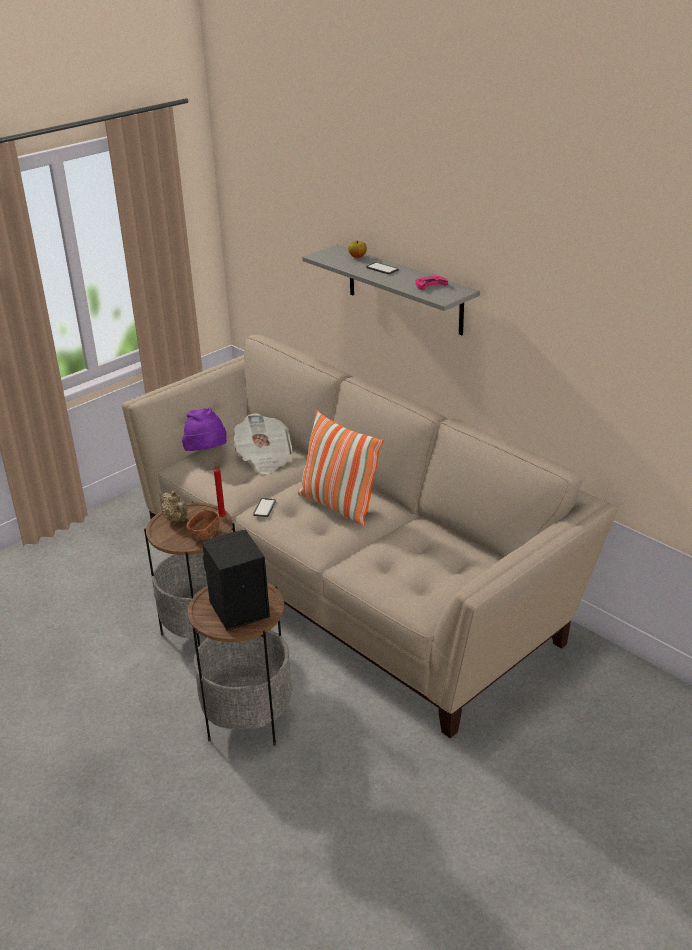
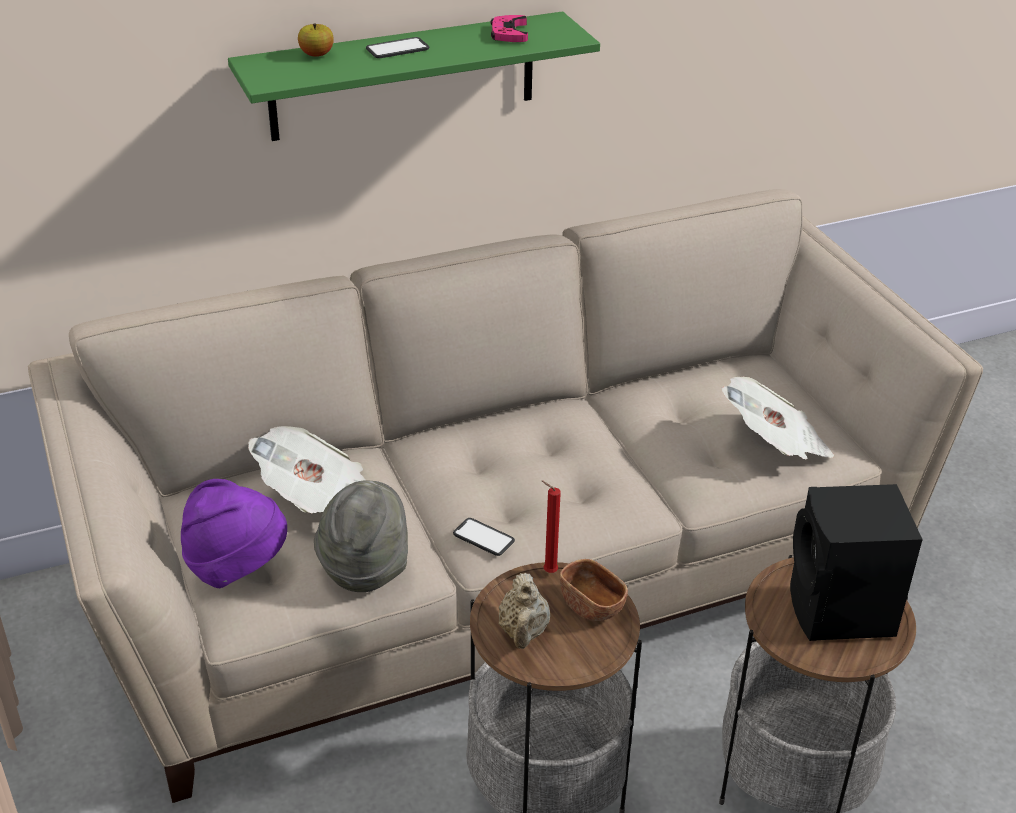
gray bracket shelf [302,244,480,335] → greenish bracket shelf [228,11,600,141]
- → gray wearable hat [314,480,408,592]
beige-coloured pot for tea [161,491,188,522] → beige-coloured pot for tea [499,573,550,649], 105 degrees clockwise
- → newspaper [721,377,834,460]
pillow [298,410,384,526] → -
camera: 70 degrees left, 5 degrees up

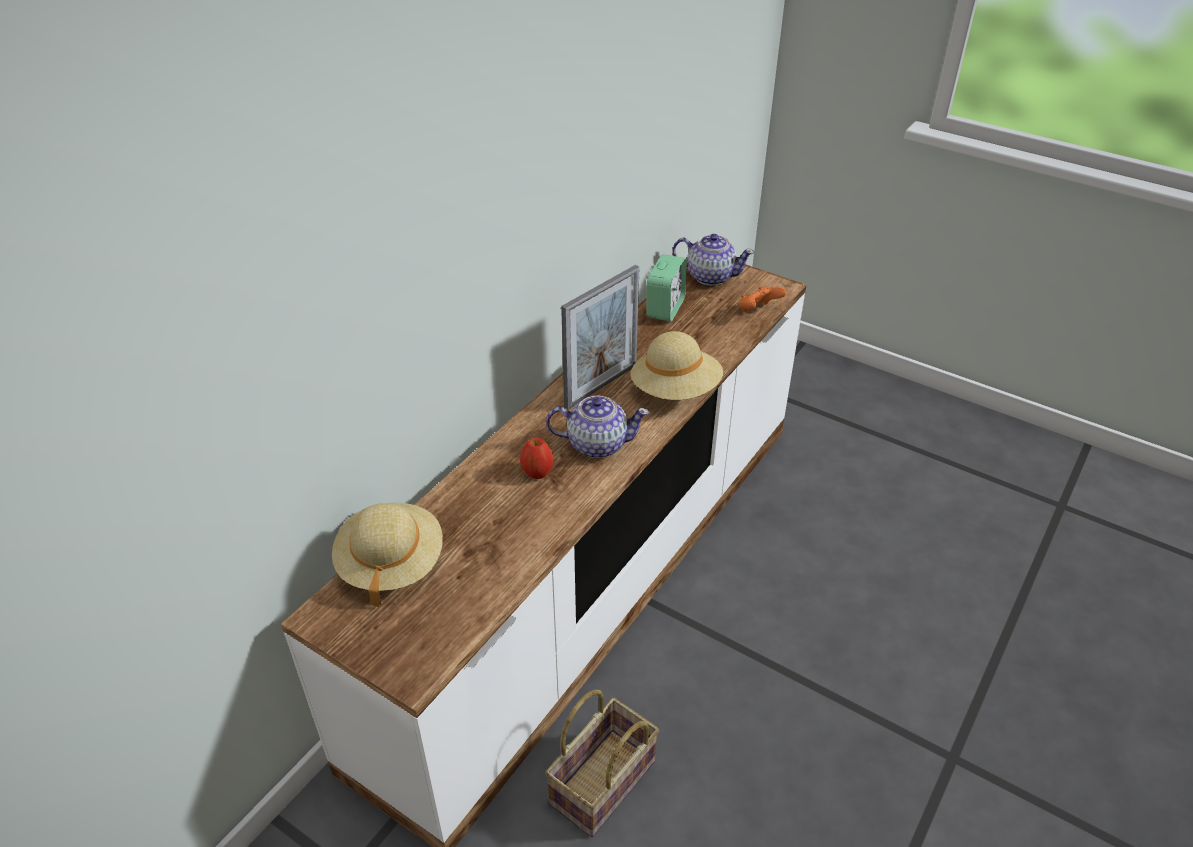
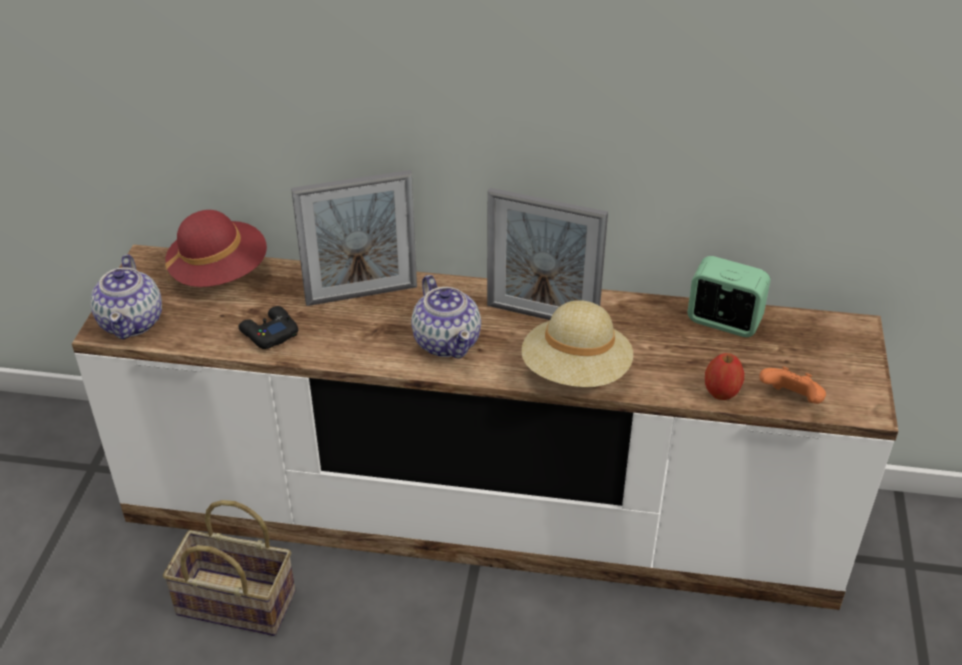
pot for tea [672,234,755,286] → pot for tea [91,254,162,339], relocated
beige-coloured wearable hat [332,503,443,607] → red wearable hat [165,210,267,287]
- → black-coloured gamepad [239,306,298,349]
- → photo frame [291,170,417,306]
alarm clock [646,255,687,321] → alarm clock [687,256,771,337], 150 degrees counterclockwise
whole apple [520,438,554,479] → whole apple [705,353,744,400], relocated
camera: 65 degrees right, 0 degrees up

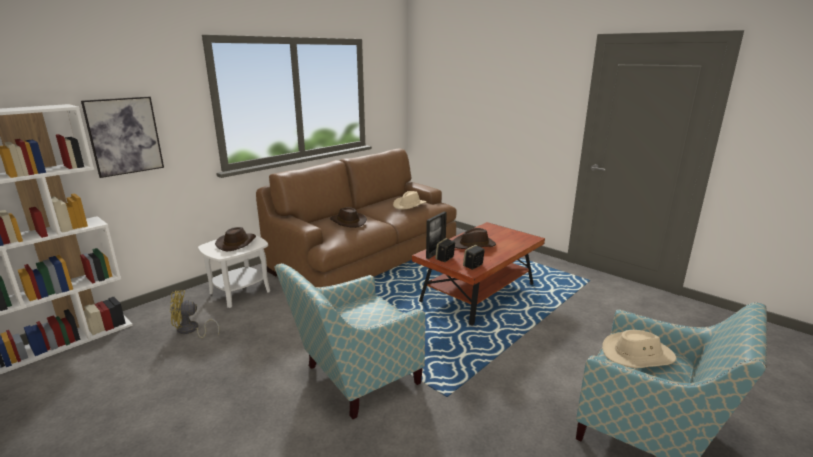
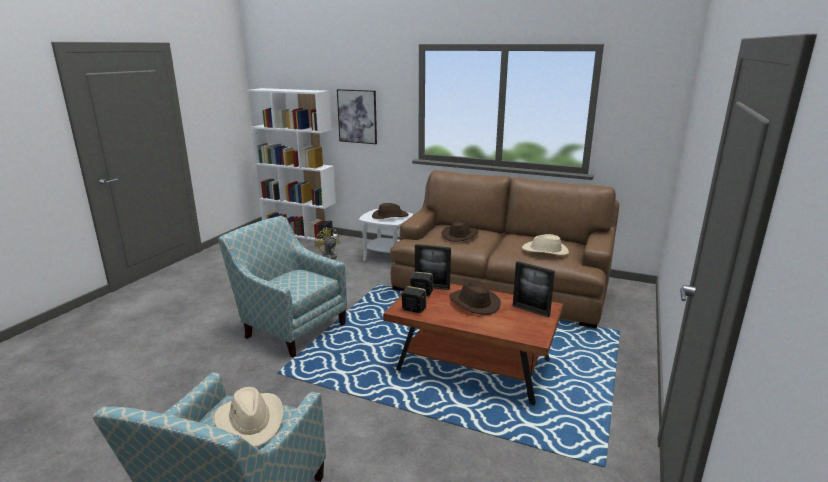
- → photo frame [513,261,555,317]
camera: 70 degrees right, 0 degrees up

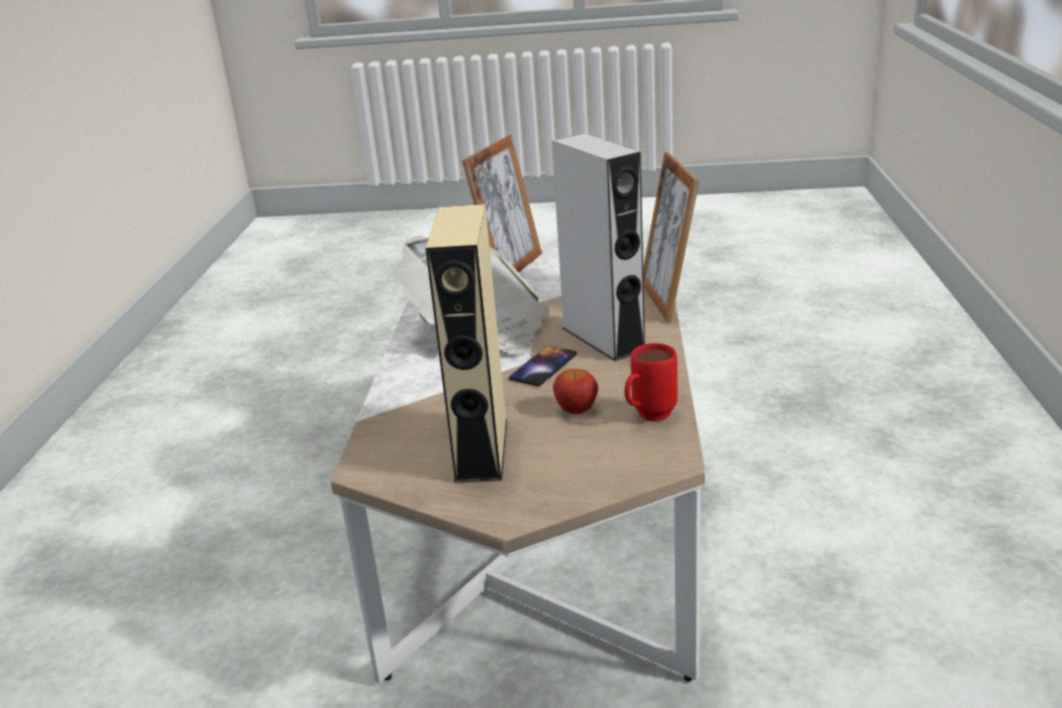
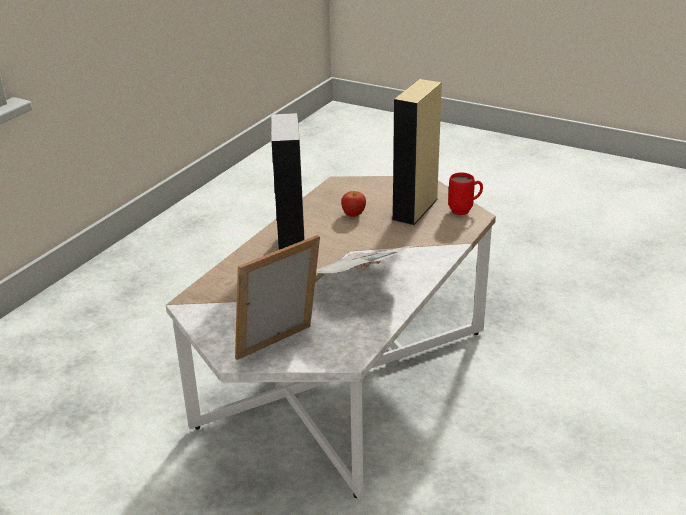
red mug [624,343,678,421] → red mug [448,173,483,215], relocated
telephone [509,346,577,386] → -
photo frame [643,152,699,322] → -
camera: 155 degrees left, 5 degrees up

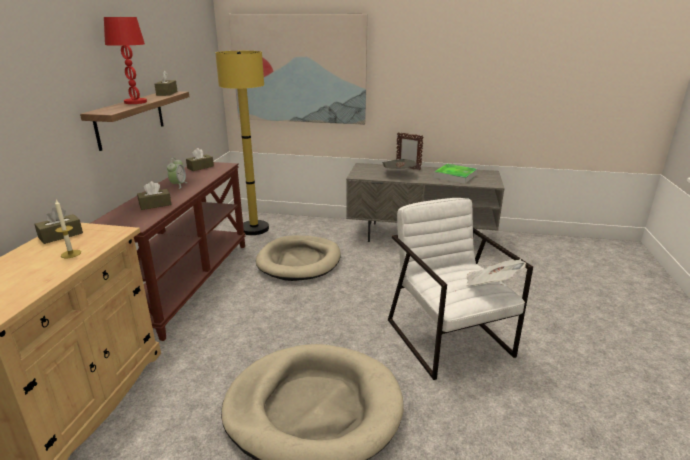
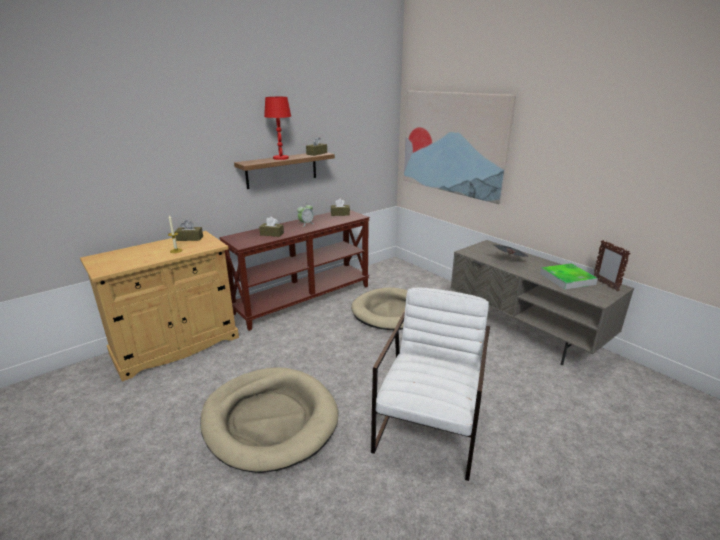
photo frame [396,132,423,171] → photo frame [593,240,630,291], relocated
yellow standard lamp [215,51,269,235] → -
newspaper [467,259,526,286] → -
camera: 40 degrees right, 0 degrees up

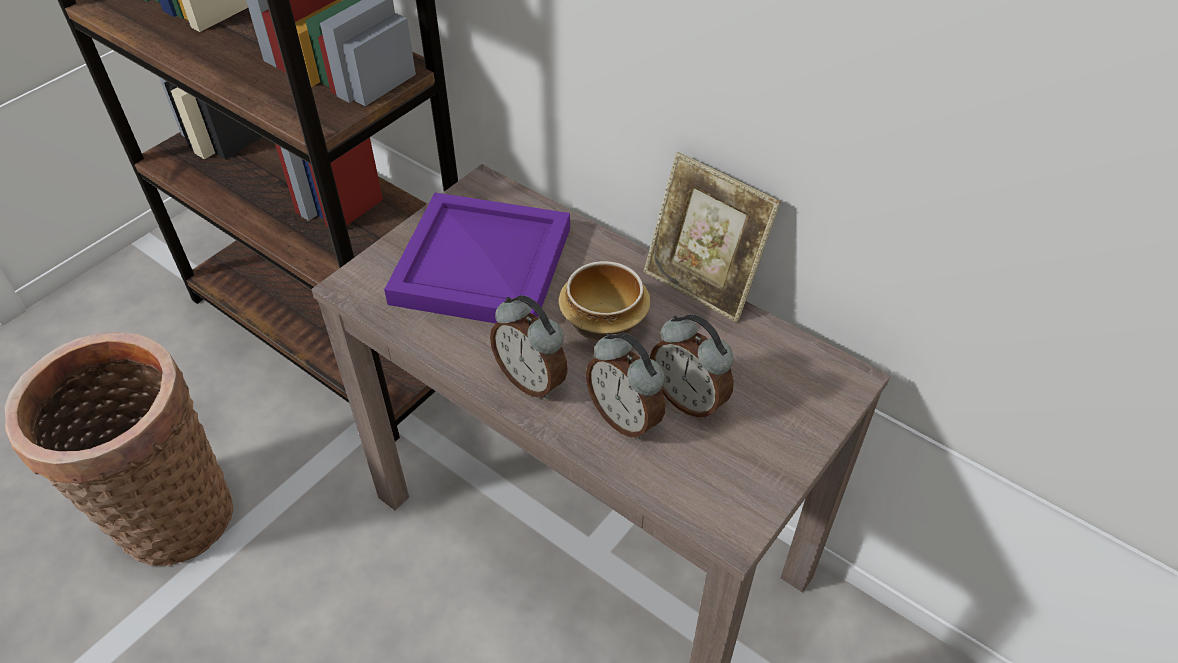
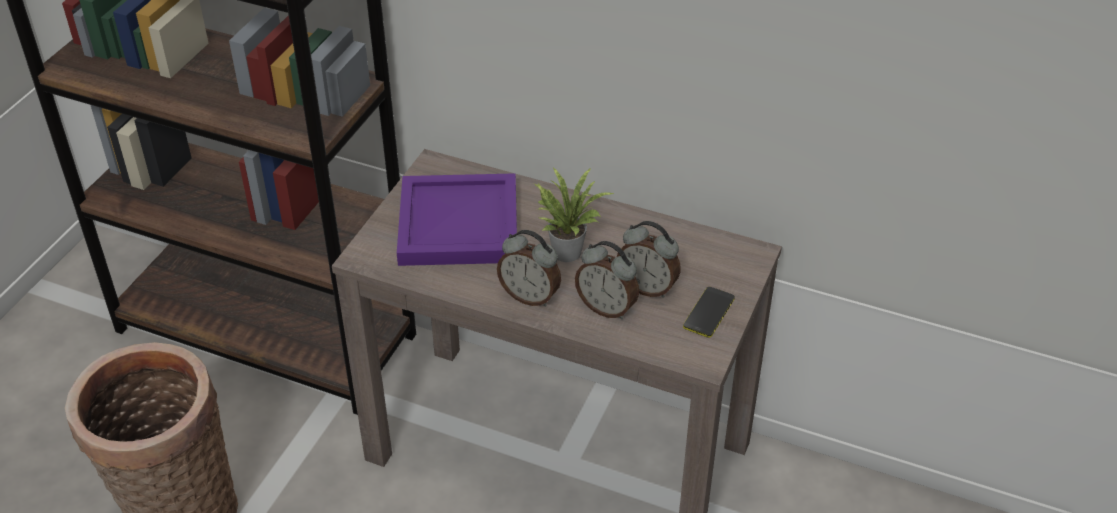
serving bowl [559,261,651,342] → houseplant [535,167,615,262]
- → telephone [683,287,735,338]
photo frame [644,152,781,322] → -
camera: 15 degrees left, 5 degrees down

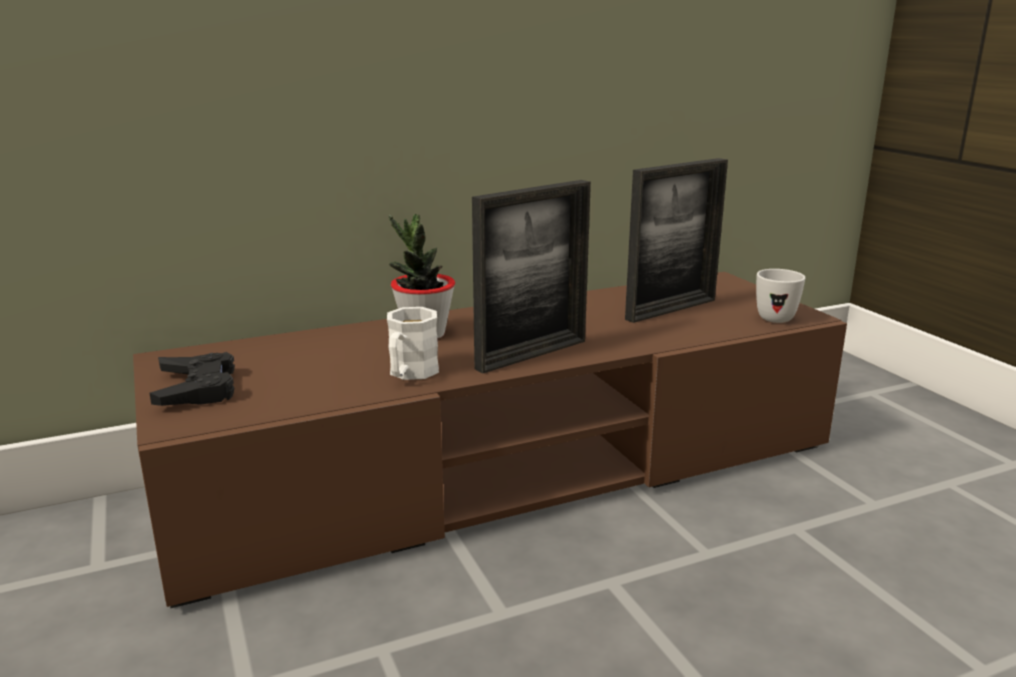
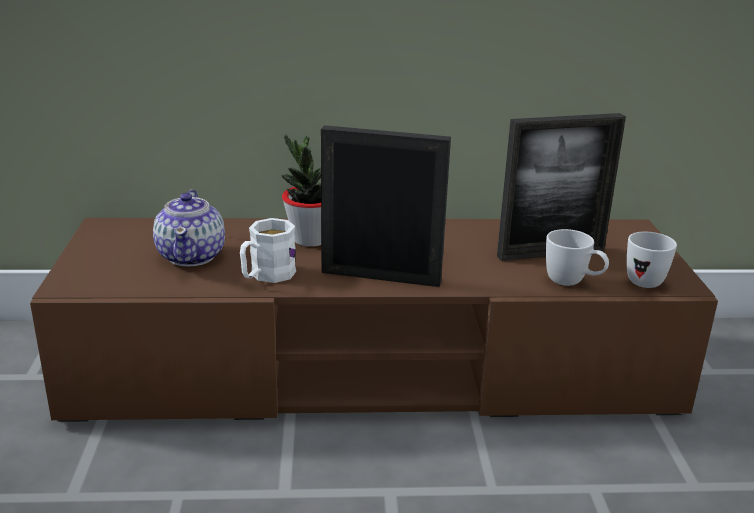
- → pot for tea [153,190,225,267]
photo frame [472,180,591,373] → photo frame [321,125,451,287], 150 degrees counterclockwise
- → white mug [546,229,609,286]
black-coloured gamepad [149,352,235,406] → -
camera: 20 degrees right, 5 degrees up

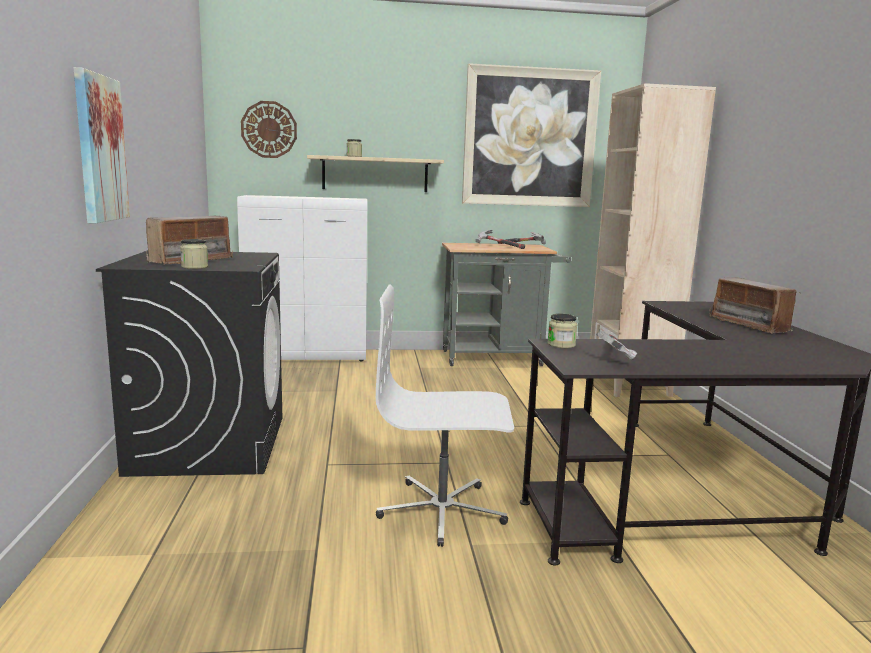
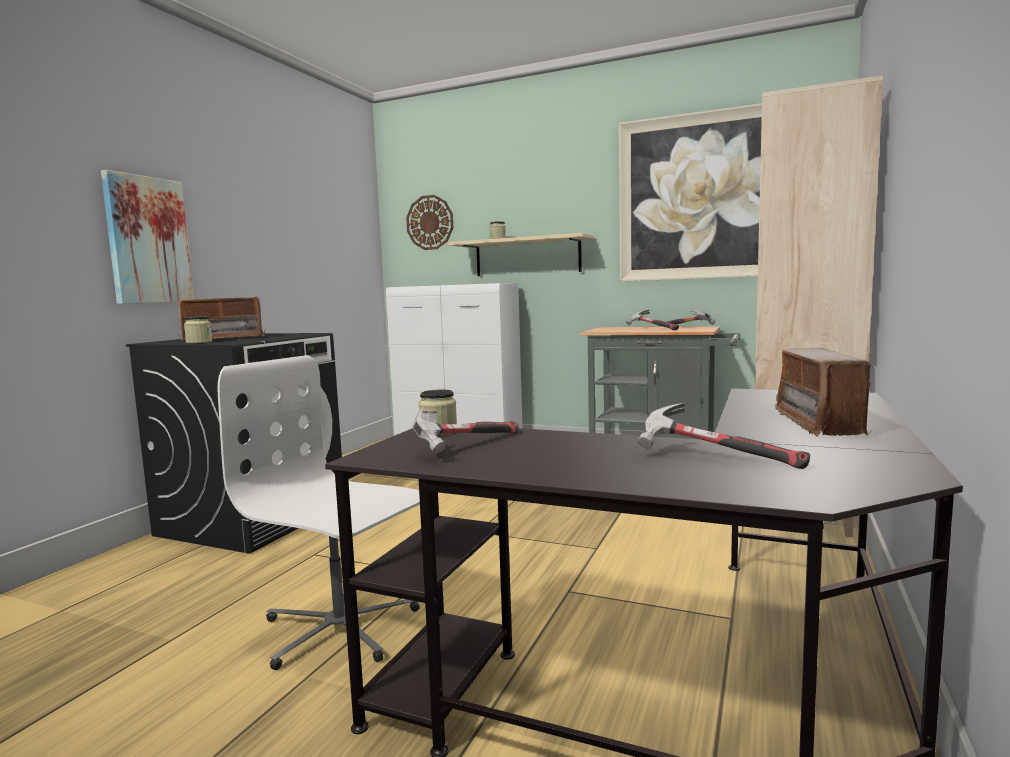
- → tool hammer [638,403,810,469]
camera: 30 degrees right, 5 degrees down

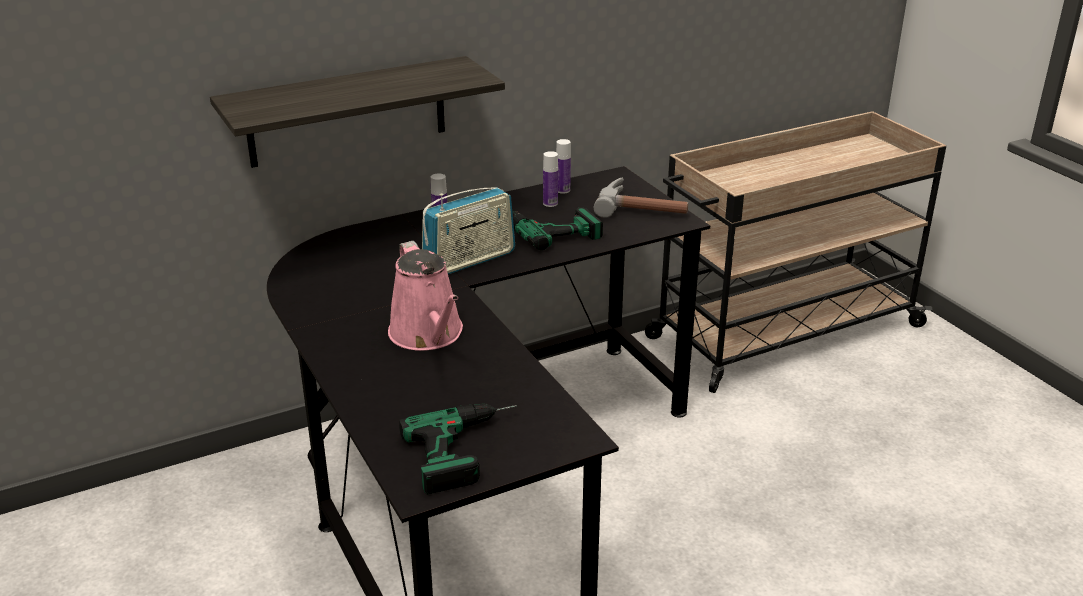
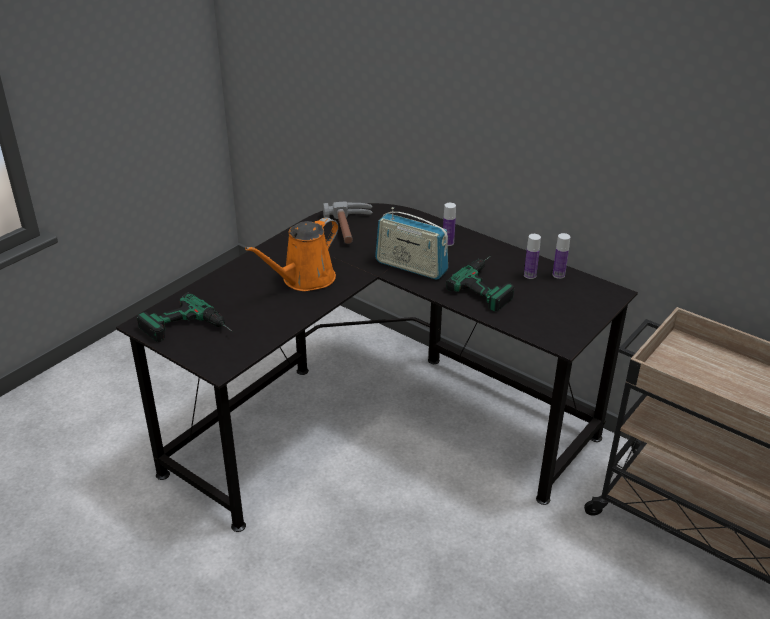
pinkish watering can [388,241,463,351] → orangey watering can [245,217,339,291]
tool hammer [593,178,688,218] → tool hammer [323,202,373,244], relocated
bracket shelf [210,56,505,168] → -
camera: 65 degrees right, 5 degrees up

